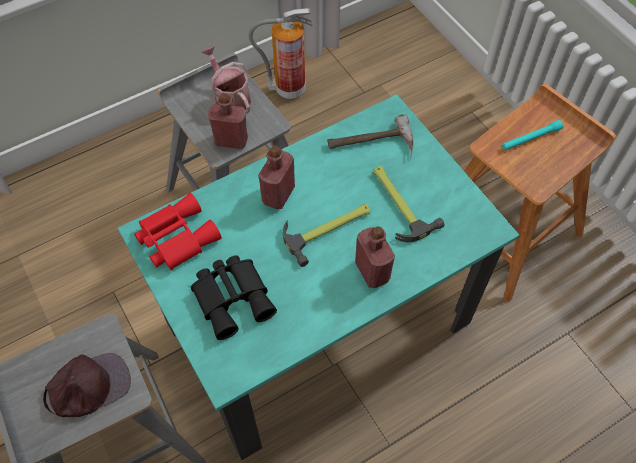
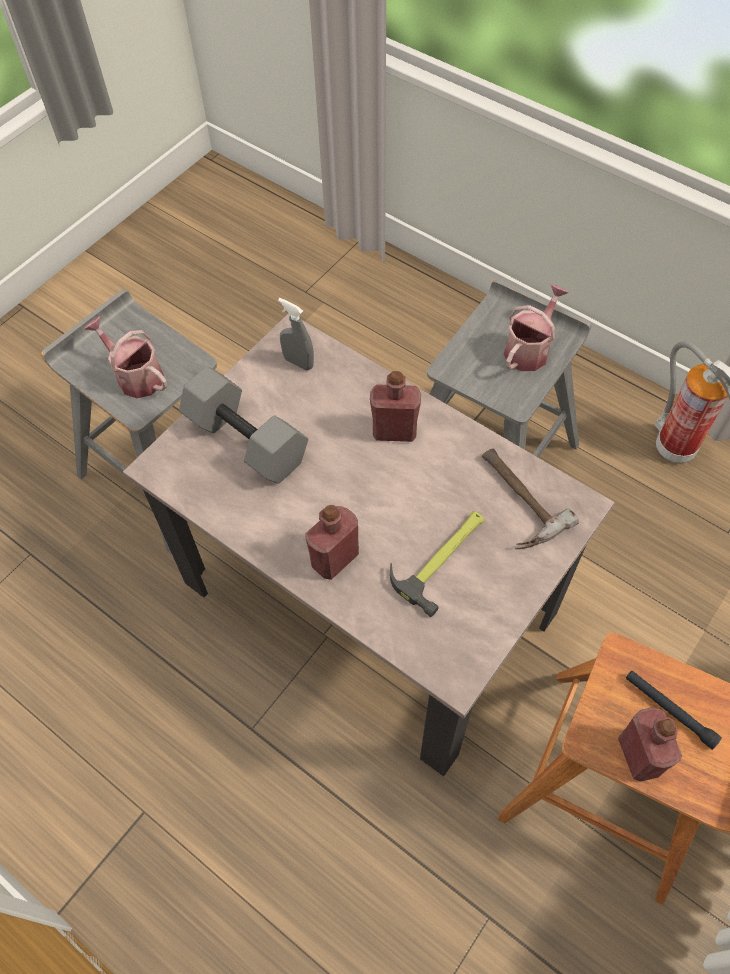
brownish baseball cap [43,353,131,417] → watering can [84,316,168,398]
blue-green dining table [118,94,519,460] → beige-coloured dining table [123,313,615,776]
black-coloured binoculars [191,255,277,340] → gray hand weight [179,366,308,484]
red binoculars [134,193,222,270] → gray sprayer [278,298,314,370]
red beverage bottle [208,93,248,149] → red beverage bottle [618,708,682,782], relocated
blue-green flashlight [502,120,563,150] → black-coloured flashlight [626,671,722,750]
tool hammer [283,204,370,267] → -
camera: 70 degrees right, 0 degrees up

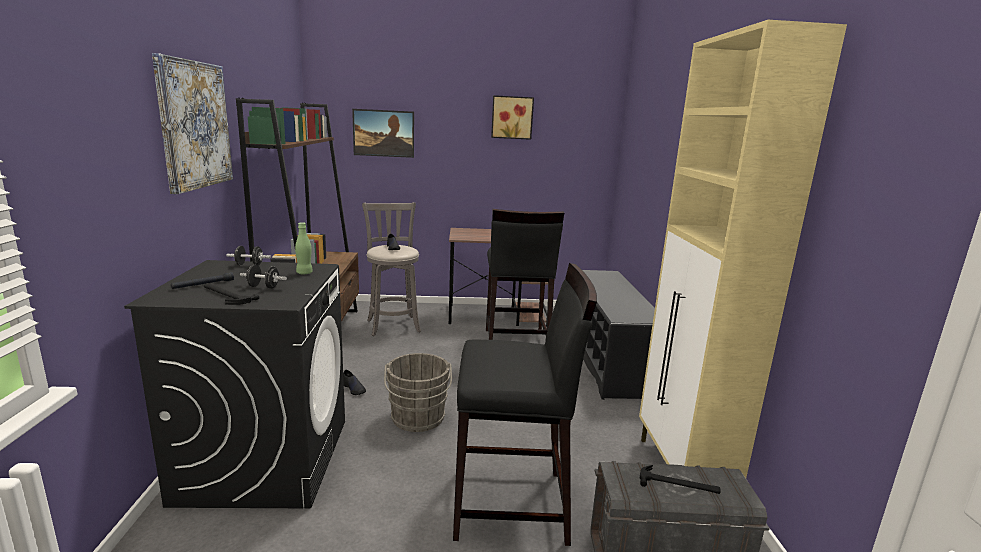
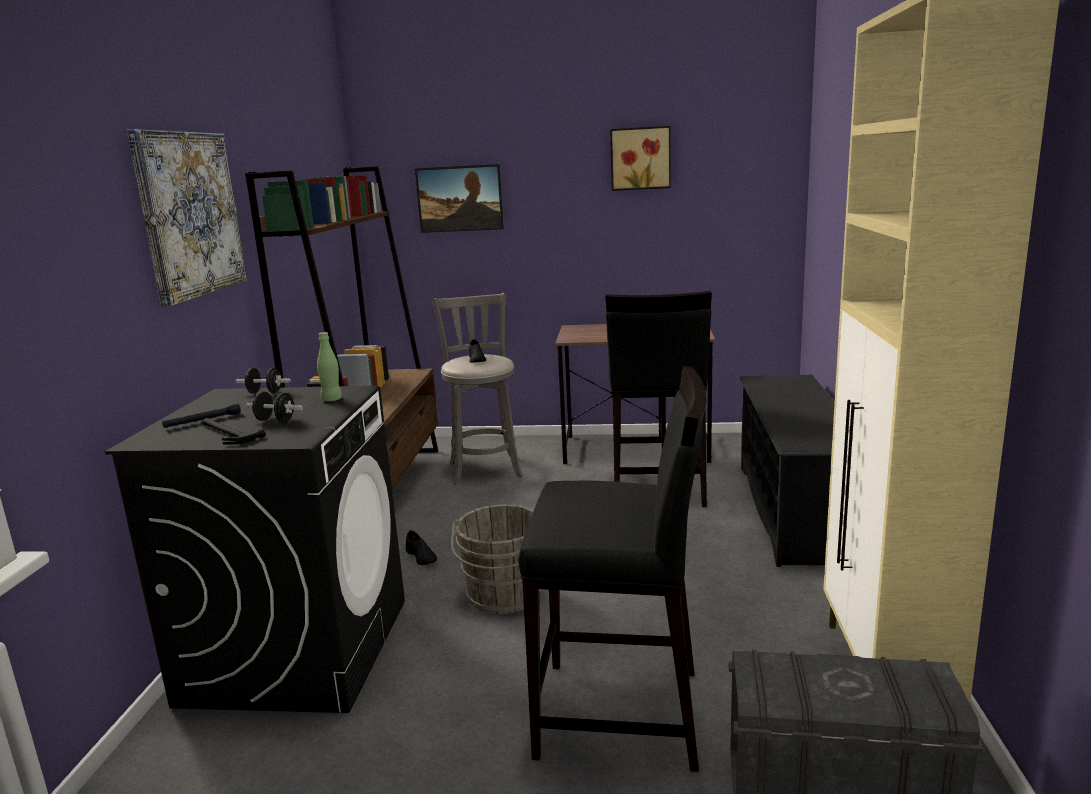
tool hammer [639,465,720,494] → -
camera: 10 degrees right, 0 degrees up

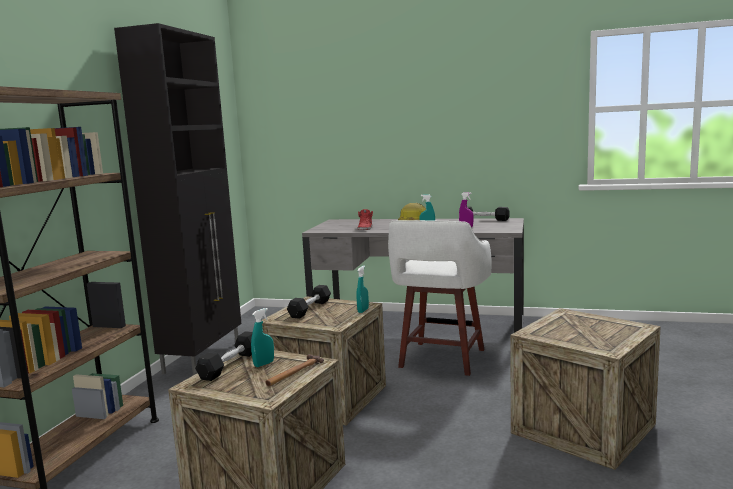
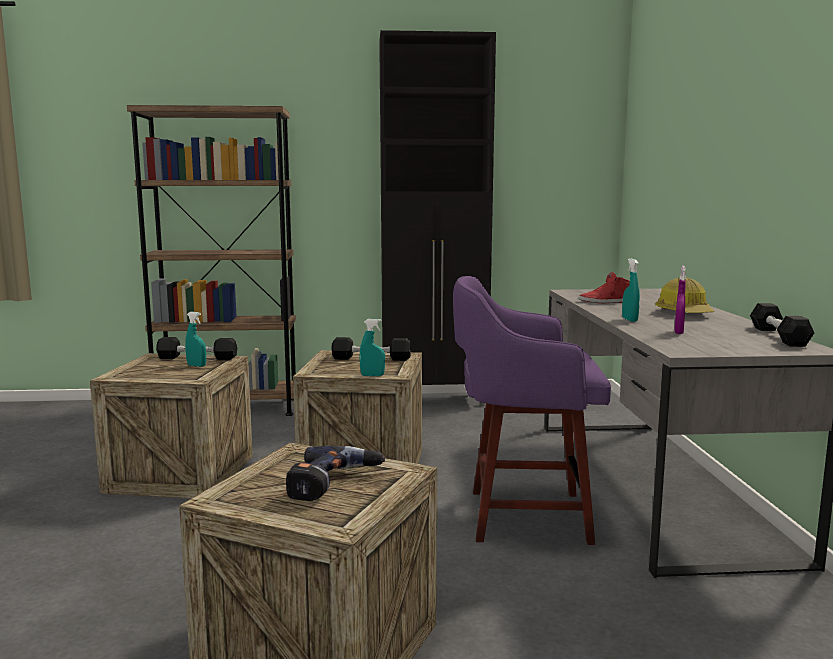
- → power drill [286,446,385,501]
white stool seat [388,220,491,376] → purple stool seat [453,276,611,545]
tool hammer [265,354,324,386] → -
camera: 70 degrees right, 0 degrees up

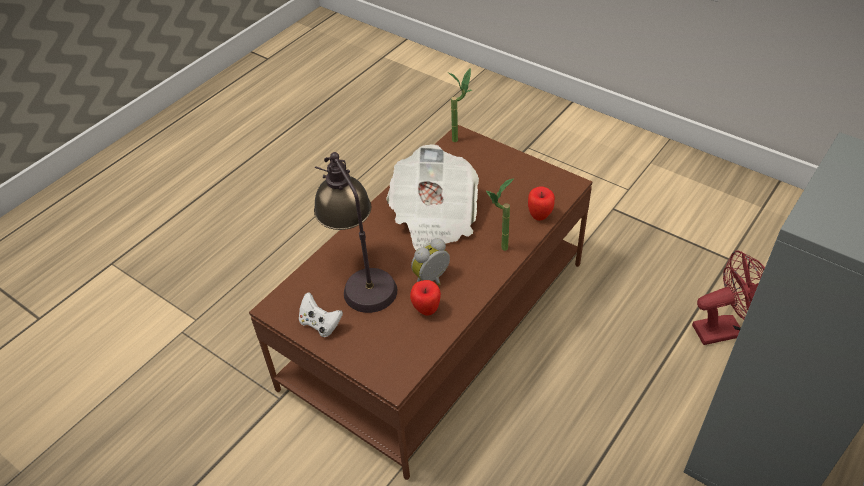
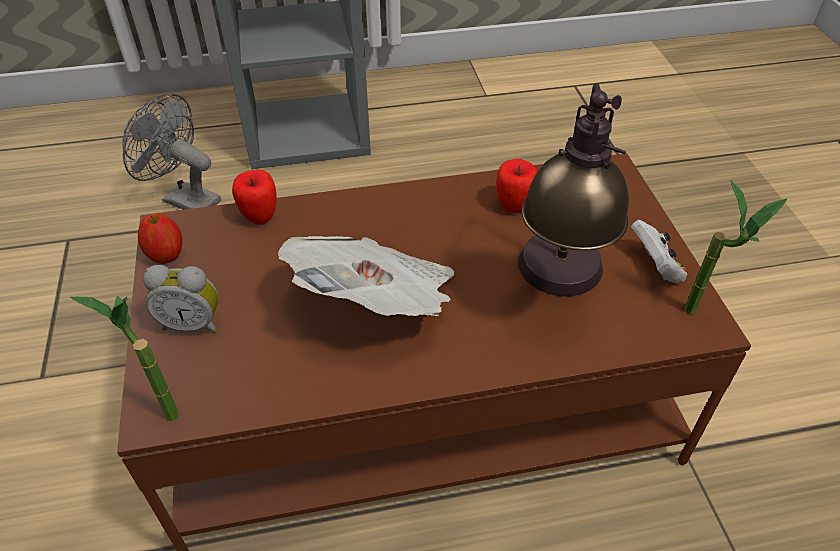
red electric fan [692,251,765,345] → gray electric fan [122,94,221,210]
- → whole apple [138,213,182,264]
alarm clock [411,238,450,285] → alarm clock [143,265,218,333], relocated
houseplant [486,178,514,251] → houseplant [684,180,787,314], relocated
camera: 140 degrees left, 0 degrees up

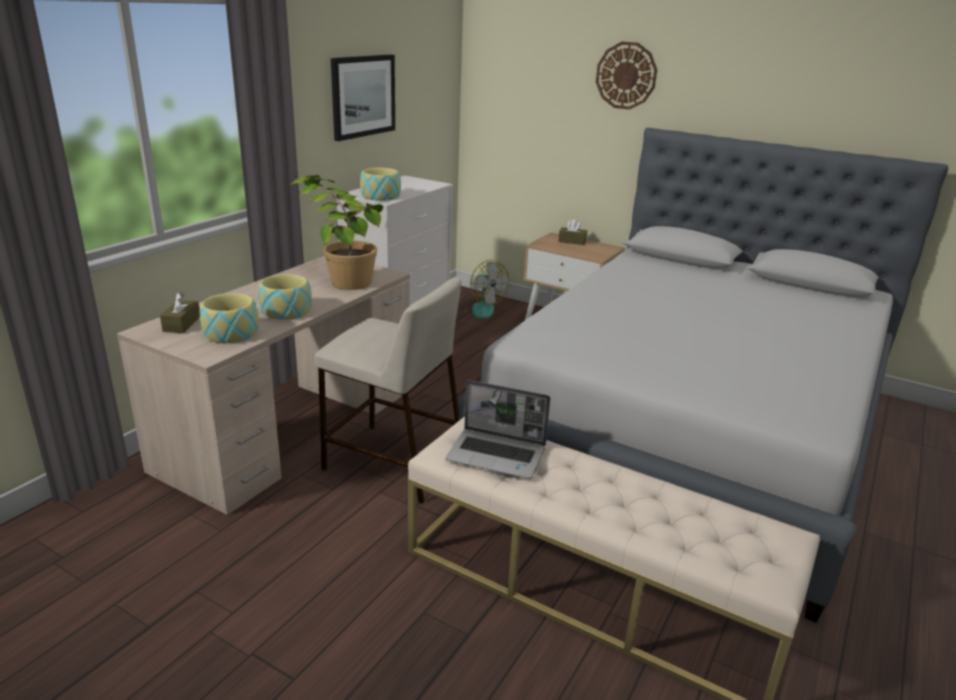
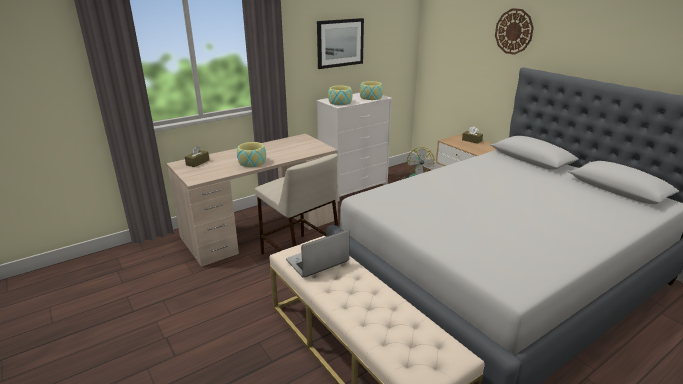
portable computer [445,380,550,479] → portable computer [286,230,350,277], 105 degrees clockwise
serving bowl [200,293,259,343] → serving bowl [360,81,383,100], relocated
houseplant [290,175,383,290] → -
camera: 25 degrees right, 0 degrees up

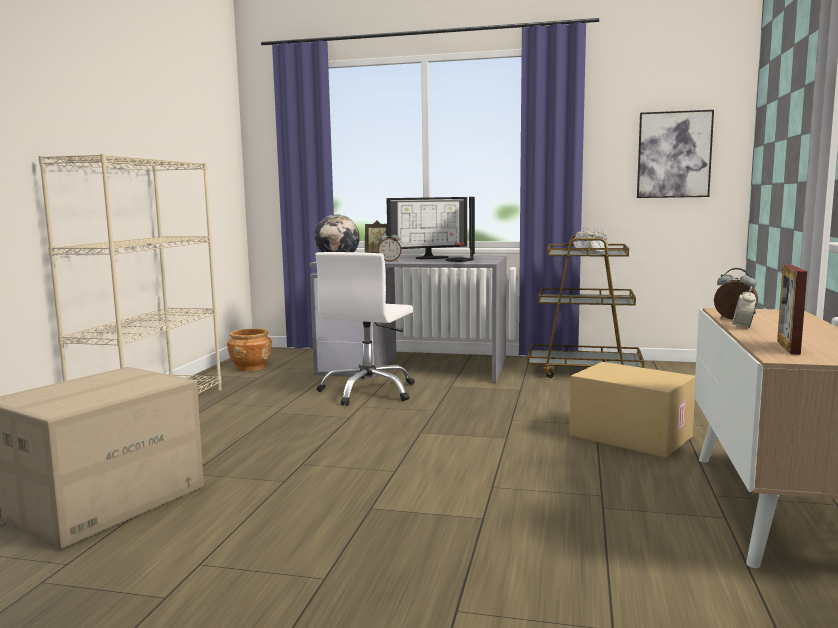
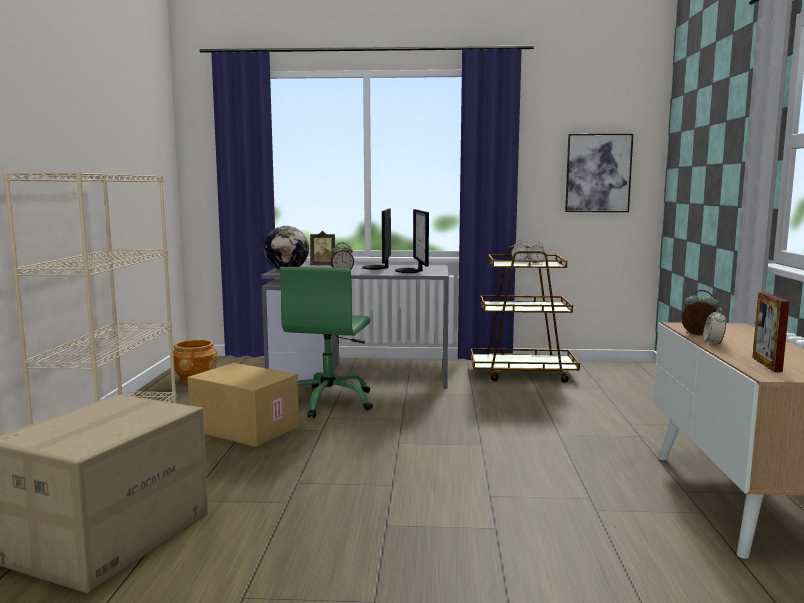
carton [569,362,695,458] → carton [188,363,299,447], relocated
white computer chair [316,252,415,406] → greenish computer chair [279,267,373,418]
monitor [387,197,467,259] → monitor [362,208,391,270], 120 degrees clockwise
camera: 10 degrees left, 0 degrees up

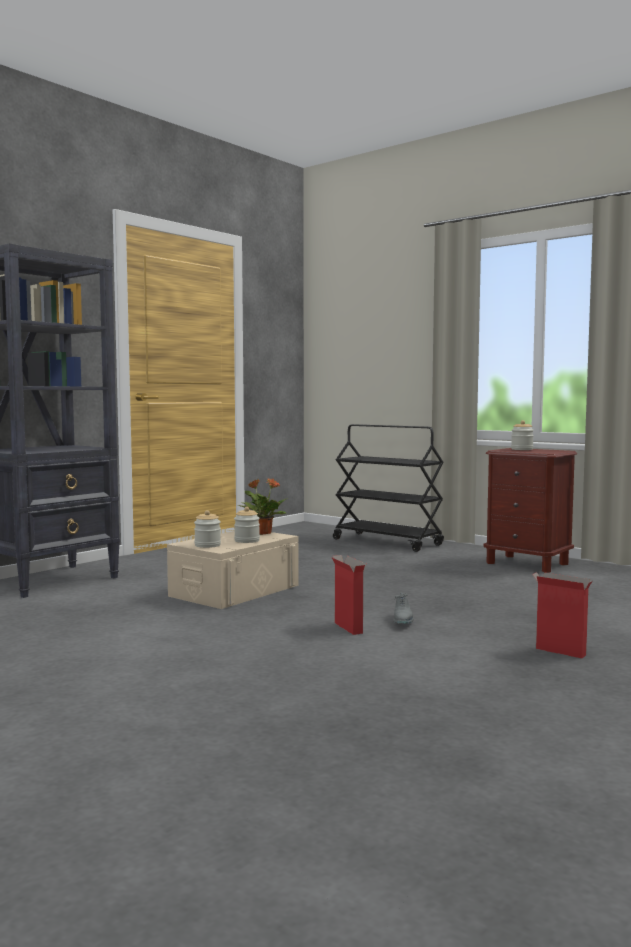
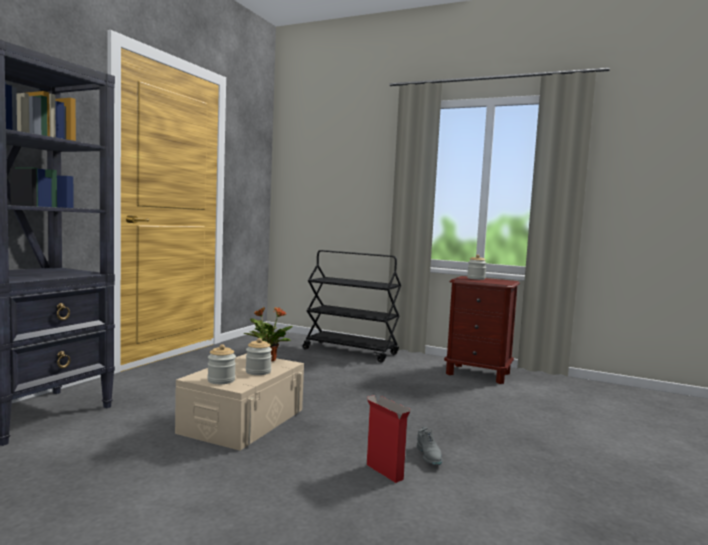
carton [532,572,592,658] → -
camera: 15 degrees left, 0 degrees up

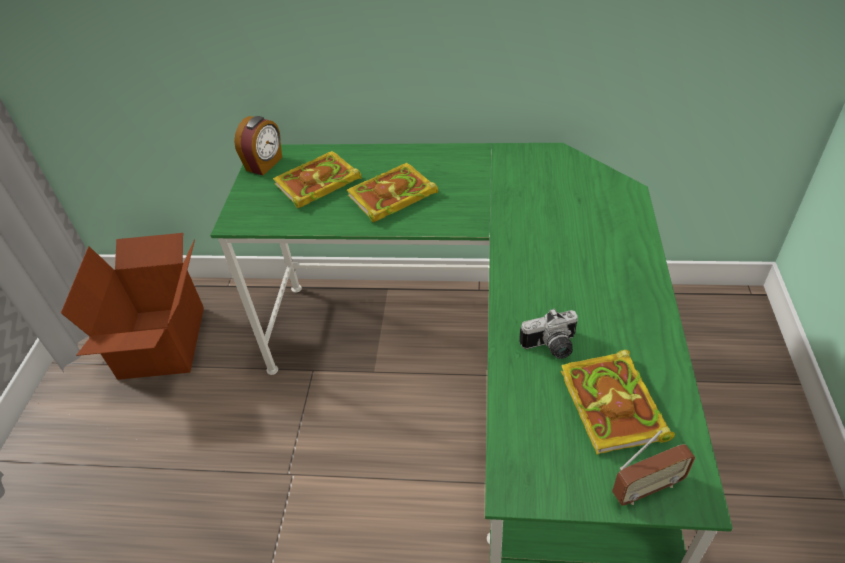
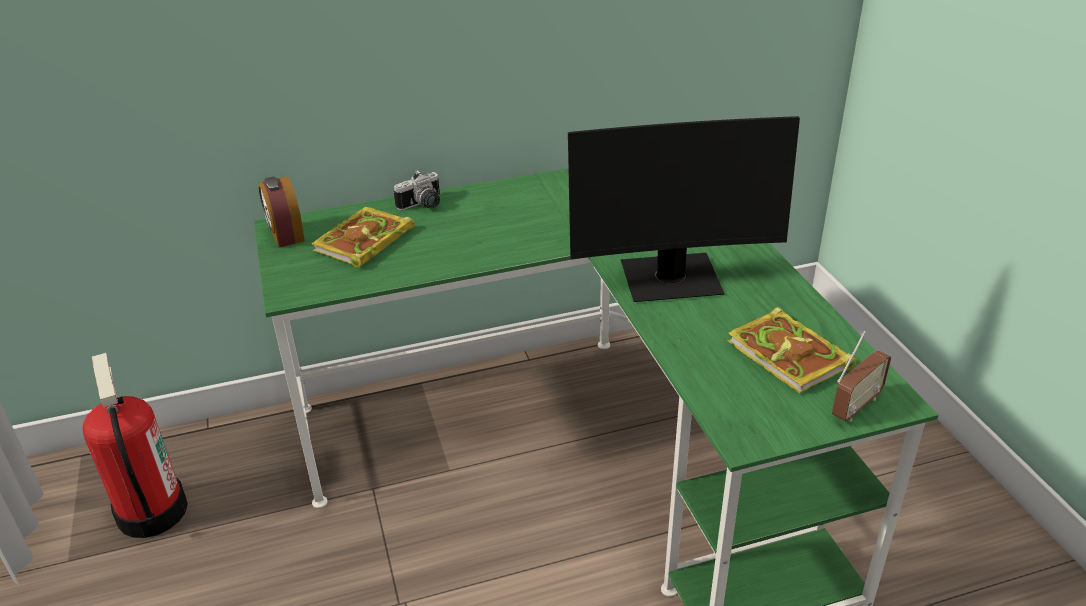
carton [61,233,204,380] → extinguisher [83,353,188,538]
alarm clock [234,116,282,176] → alarm clock [259,176,305,248], 150 degrees clockwise
still camera [519,309,578,359] → still camera [394,170,440,211], relocated
- → monitor [568,116,800,302]
book [347,163,438,222] → -
camera: 25 degrees left, 10 degrees down

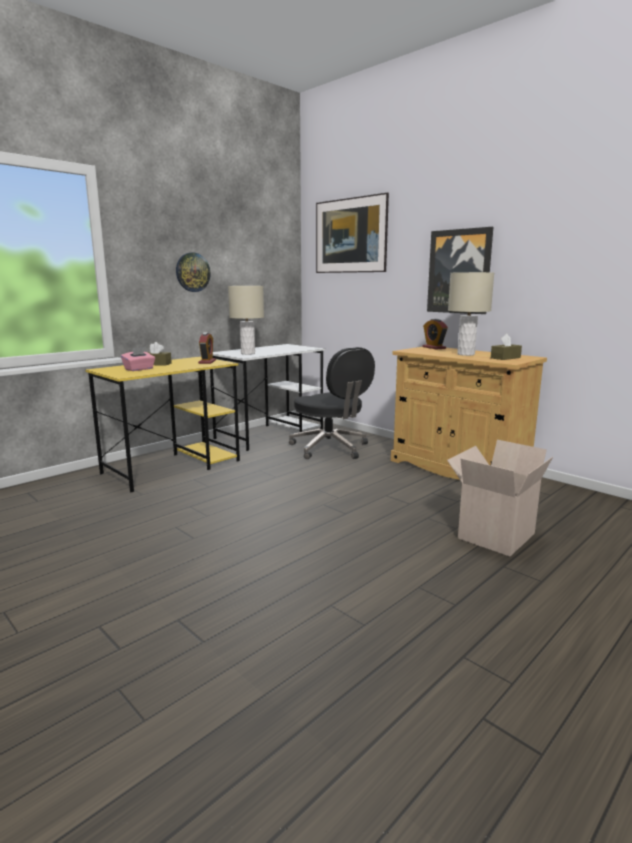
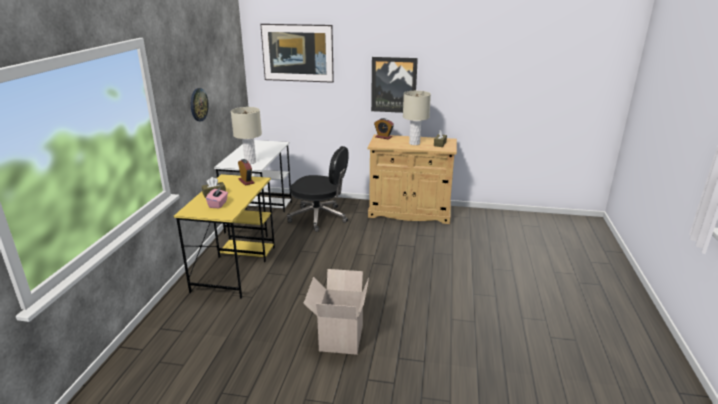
carton [447,440,553,556] → carton [303,269,369,355], relocated
camera: 35 degrees left, 10 degrees up

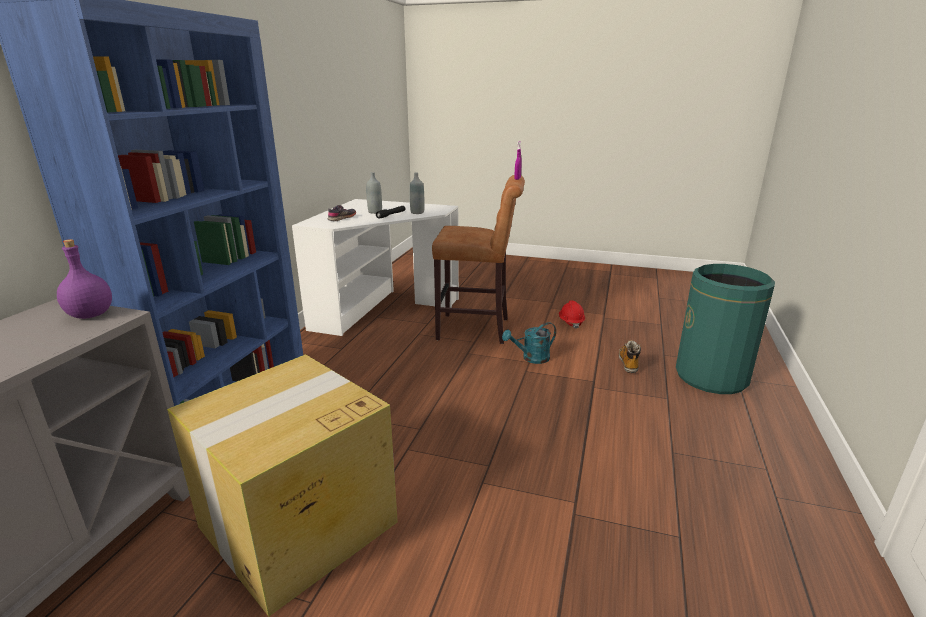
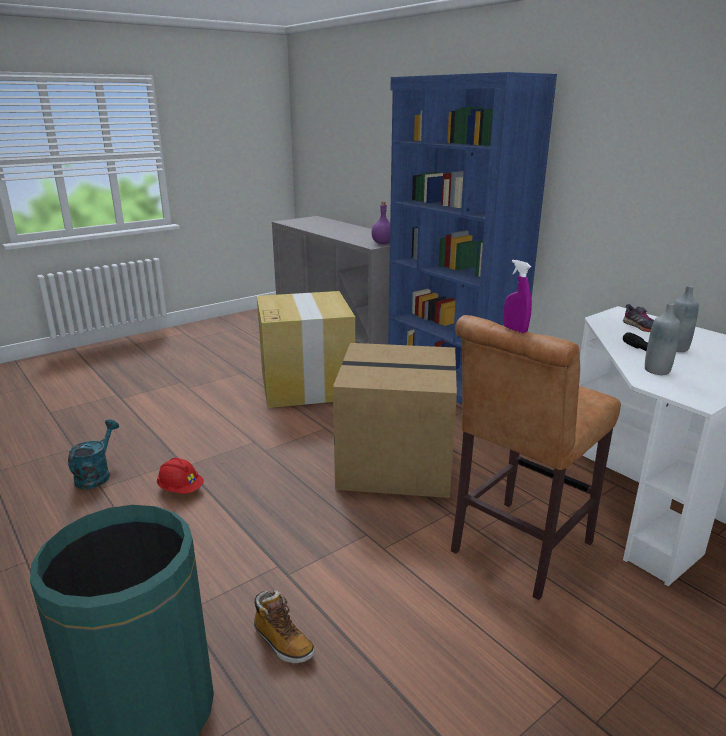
blue-green watering can [502,322,556,364] → blue-green watering can [68,419,119,489], relocated
red hard hat [559,301,585,329] → red hard hat [157,458,204,494], relocated
- → carton [333,343,457,498]
camera: 125 degrees right, 0 degrees up

